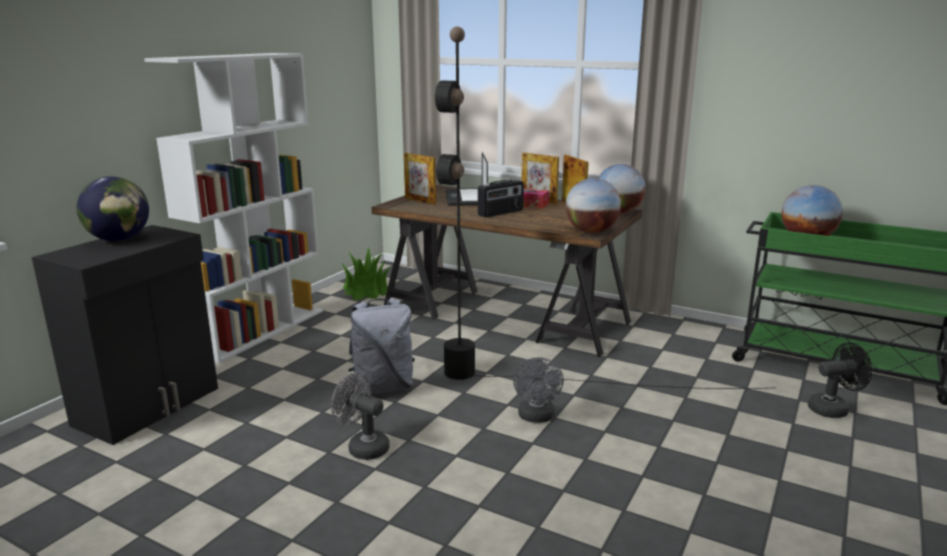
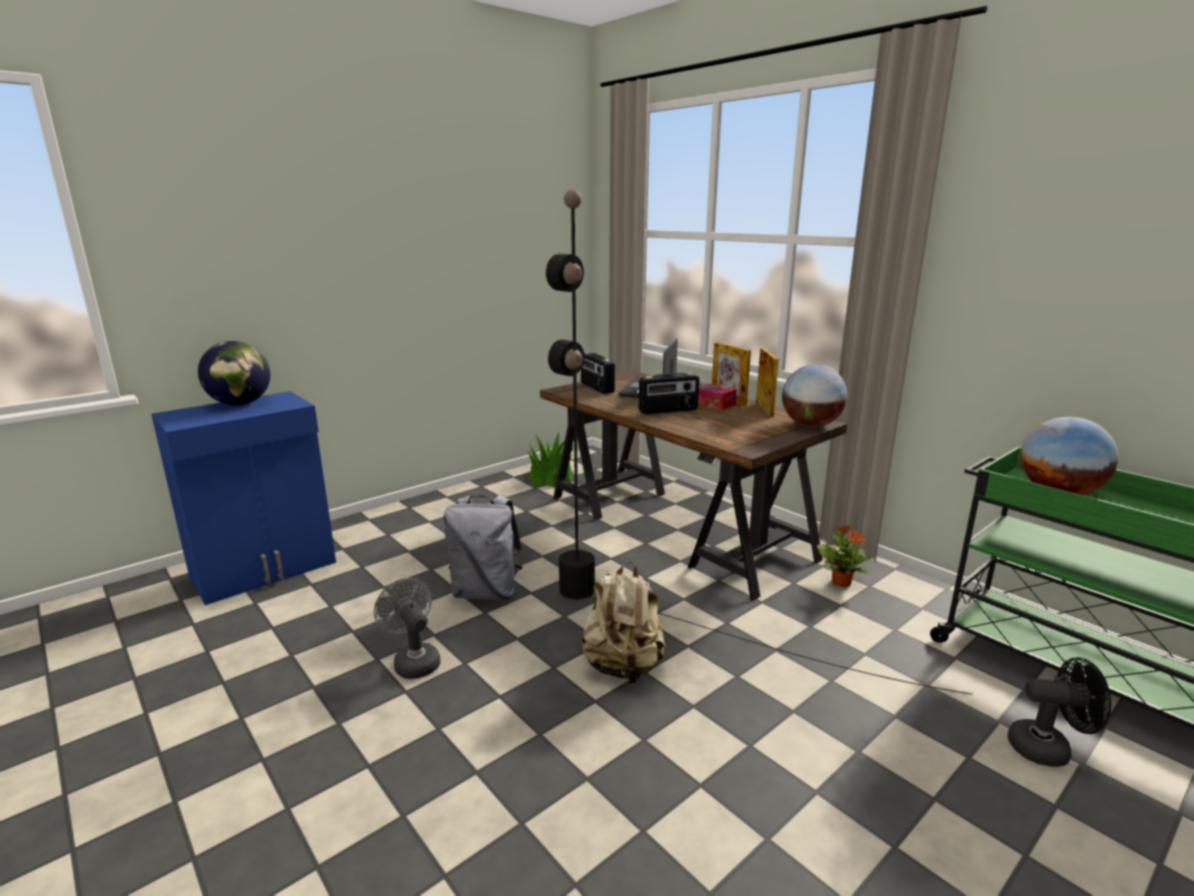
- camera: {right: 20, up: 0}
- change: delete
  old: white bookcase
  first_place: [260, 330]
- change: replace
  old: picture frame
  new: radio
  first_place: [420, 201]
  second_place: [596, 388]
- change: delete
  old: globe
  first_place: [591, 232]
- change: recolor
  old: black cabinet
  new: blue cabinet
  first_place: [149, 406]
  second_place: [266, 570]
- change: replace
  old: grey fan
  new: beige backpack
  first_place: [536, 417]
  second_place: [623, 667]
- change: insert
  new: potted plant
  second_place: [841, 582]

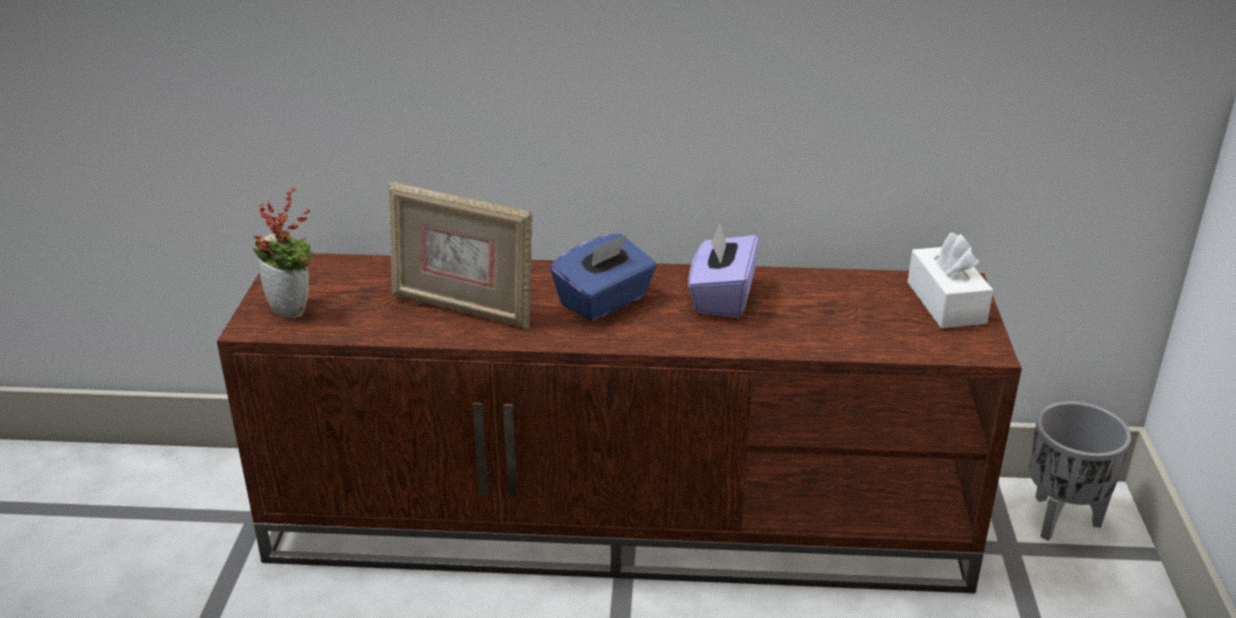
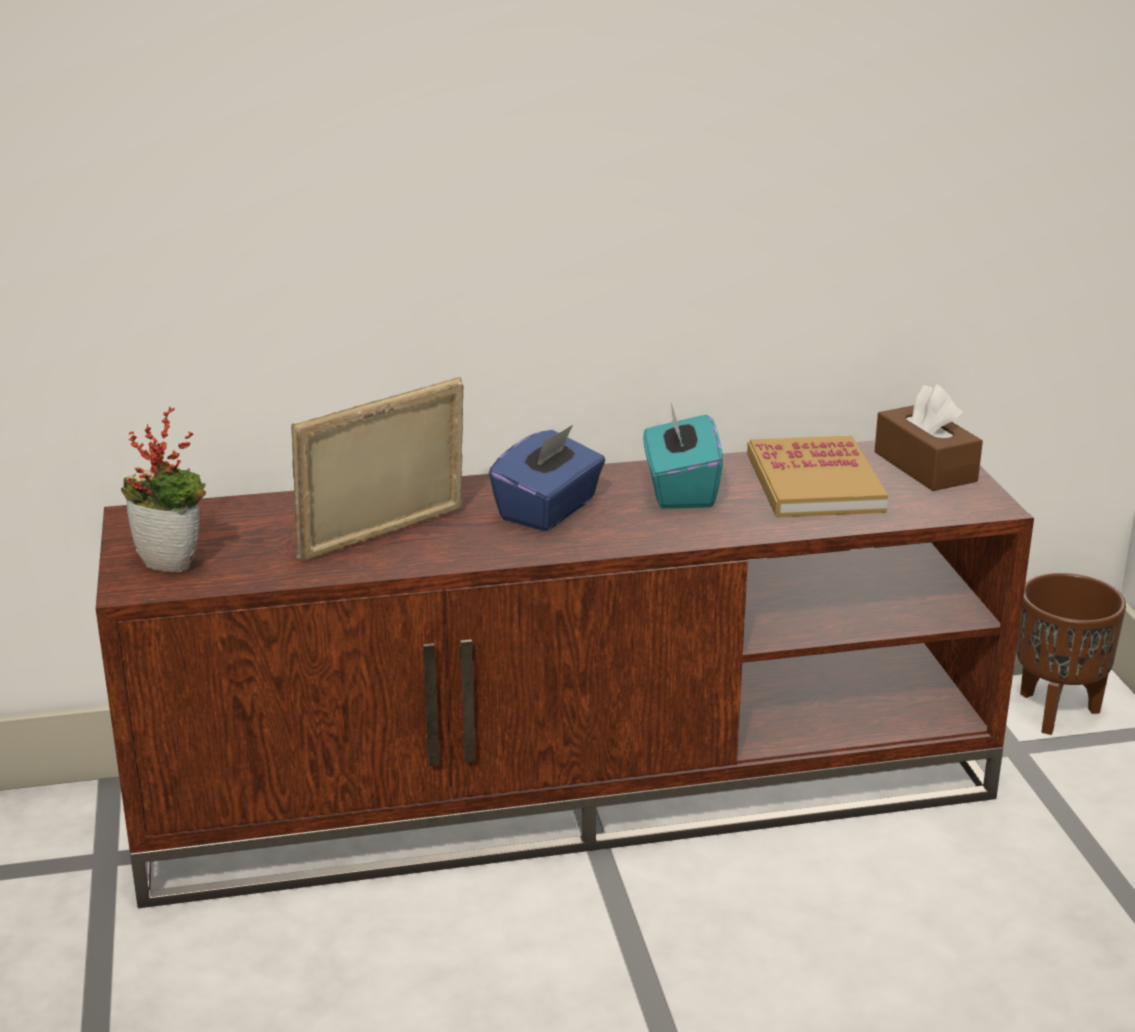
- camera: {right: -15, up: -5}
- change: rotate
  old: picture frame
  first_place: [463, 308]
  second_place: [385, 537]
  degrees: 135
- change: recolor
  old: purple tissue box
  new: turquoise tissue box
  first_place: [722, 297]
  second_place: [680, 490]
- change: recolor
  old: white tissue box
  new: brown tissue box
  first_place: [946, 303]
  second_place: [925, 466]
- change: recolor
  old: grey planter
  new: brown planter
  first_place: [1062, 520]
  second_place: [1057, 712]
- change: insert
  new: book
  second_place: [814, 483]

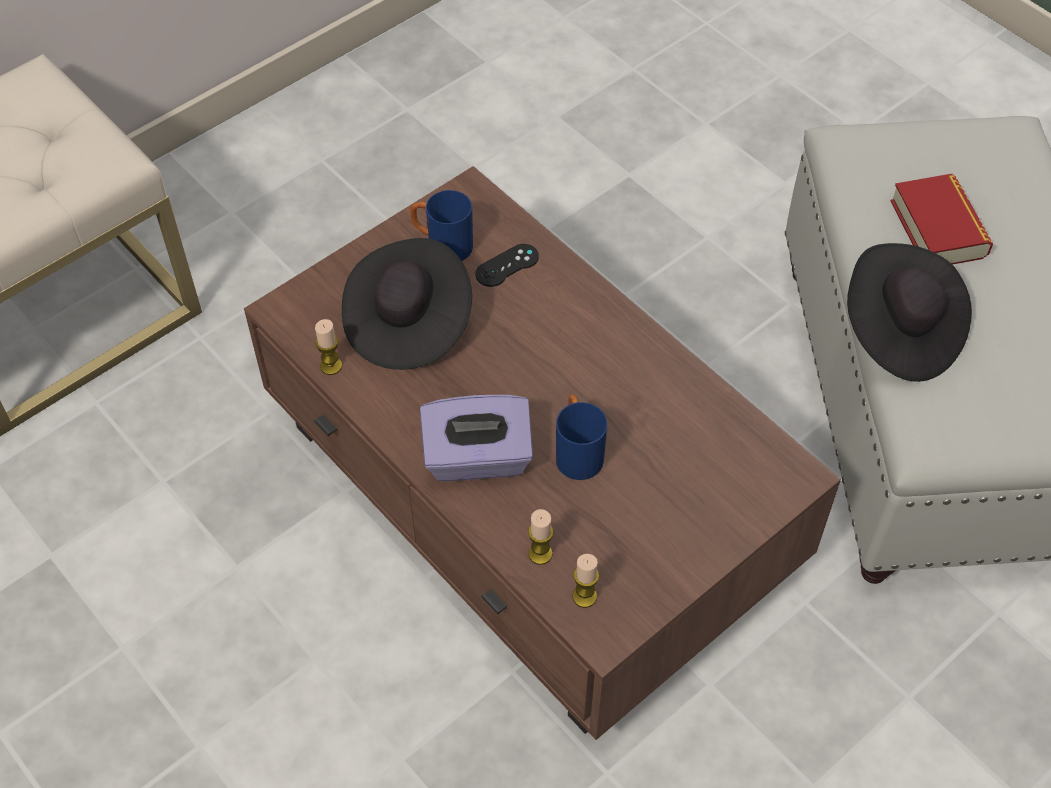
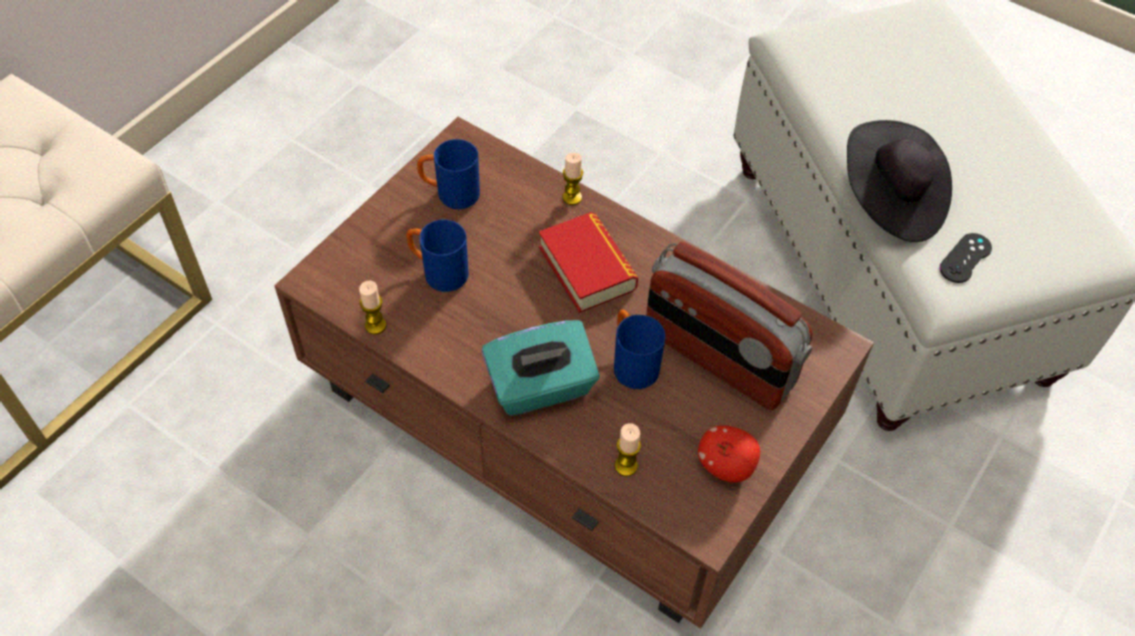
- camera: {right: -15, up: 0}
- change: move
  old: book
  first_place: [938, 229]
  second_place: [587, 268]
- change: replace
  old: black hat
  new: blue mug
  first_place: [408, 323]
  second_place: [438, 272]
- change: move
  old: black game controller
  first_place: [507, 265]
  second_place: [965, 258]
- change: recolor
  old: purple tissue box
  new: turquoise tissue box
  first_place: [477, 459]
  second_place: [541, 387]
- change: move
  old: candle
  first_place: [584, 596]
  second_place: [572, 197]
- change: insert
  new: radio
  second_place: [717, 358]
- change: insert
  new: apple
  second_place: [726, 466]

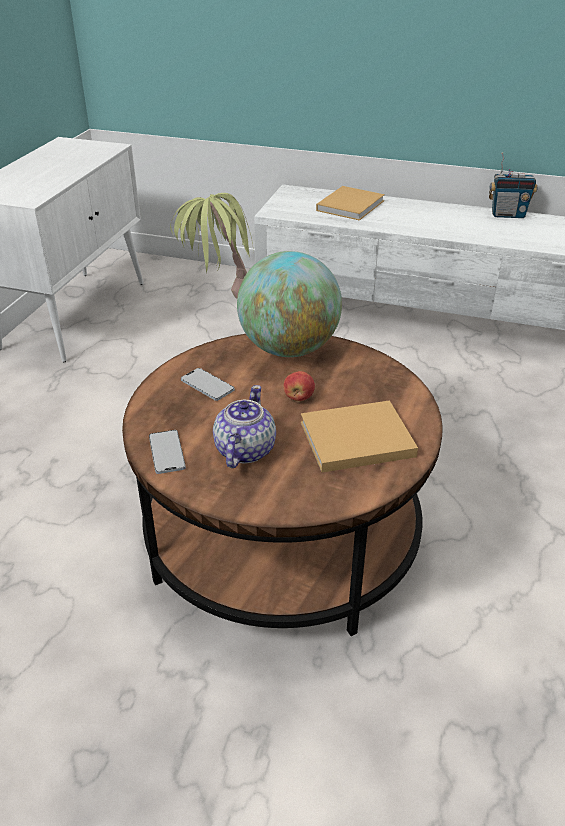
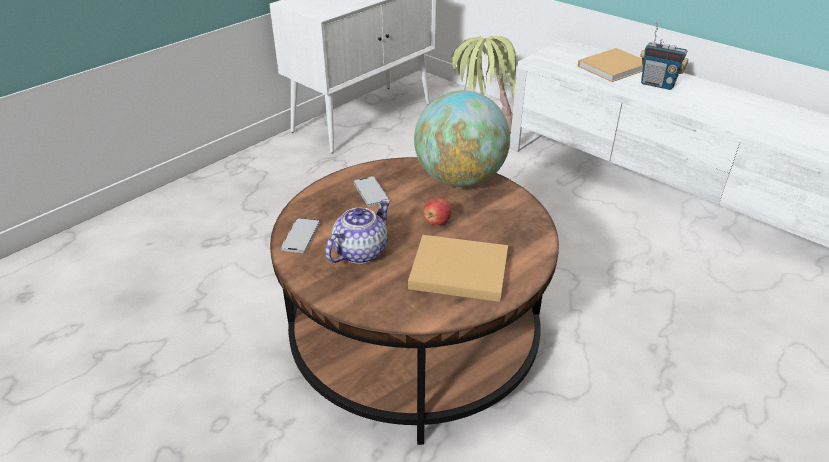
- camera: {right: 25, up: 0}
- change: move
  old: radio
  first_place: [507, 215]
  second_place: [657, 84]

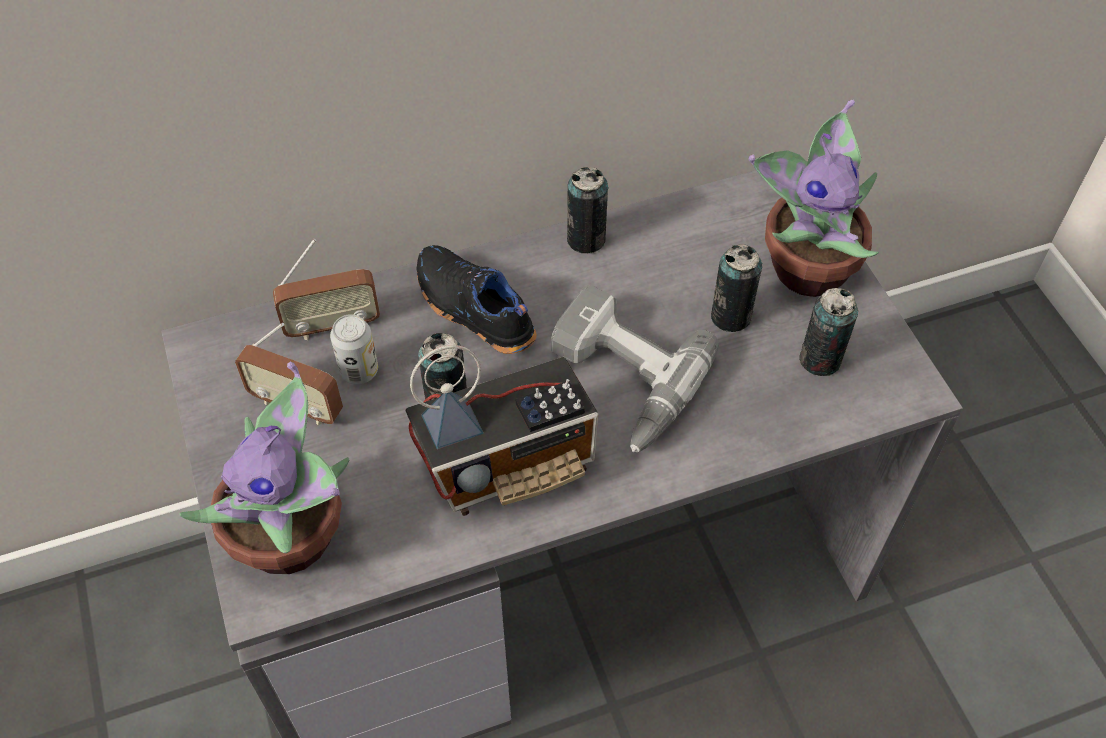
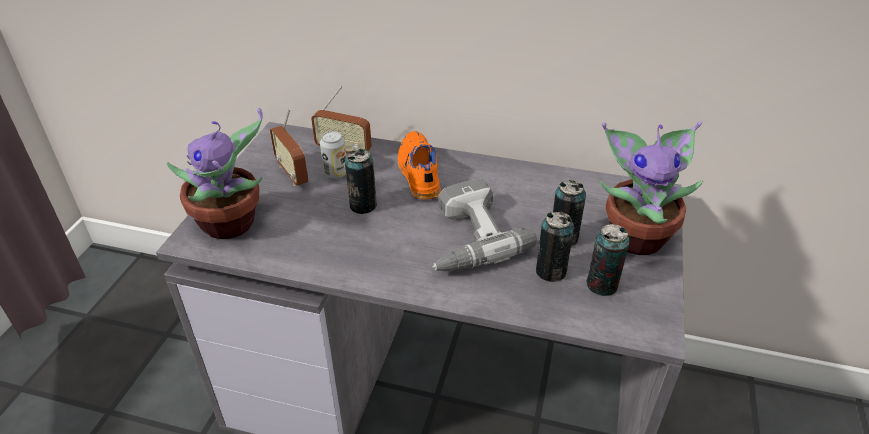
- camera: {right: 35, up: -15}
- change: move
  old: can
  first_place: [586, 239]
  second_place: [551, 271]
- change: recolor
  old: black shoe
  new: orange shoe
  first_place: [473, 311]
  second_place: [418, 174]
- change: delete
  old: radio
  first_place: [510, 463]

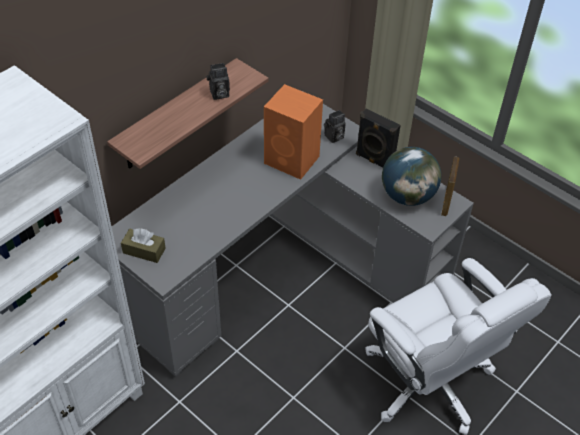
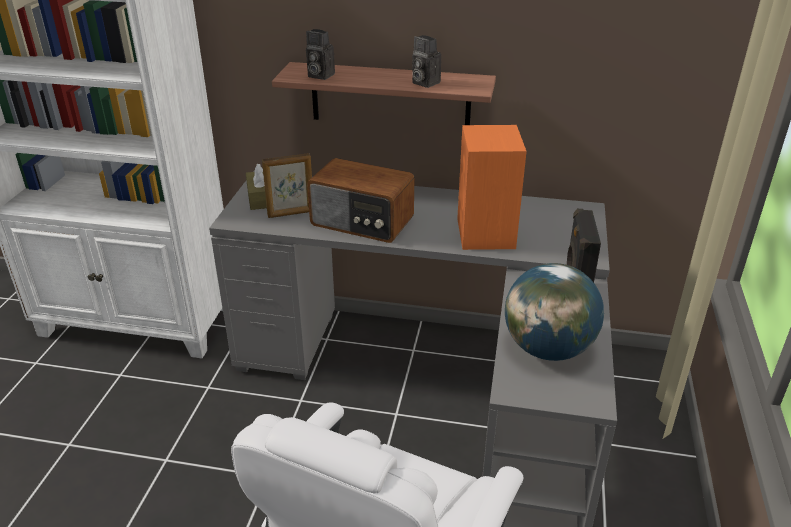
- camera: {right: 60, up: -15}
- change: move
  old: photo camera
  first_place: [334, 137]
  second_place: [319, 75]
- change: move
  old: picture frame
  first_place: [446, 203]
  second_place: [291, 214]
- change: insert
  new: radio
  second_place: [362, 222]

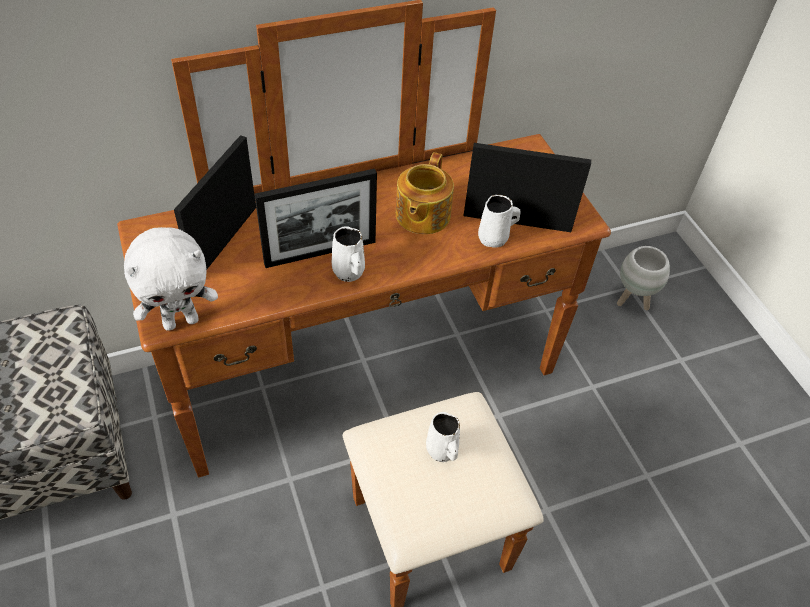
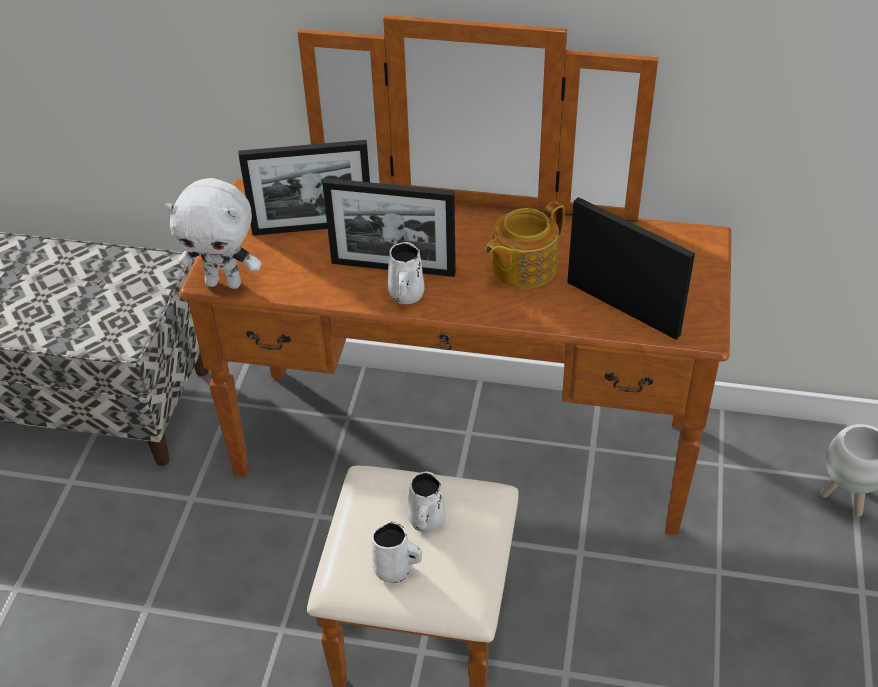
- camera: {right: 35, up: -5}
- change: rotate
  old: picture frame
  first_place: [225, 242]
  second_place: [313, 227]
  degrees: -150
- change: move
  old: white mug
  first_place: [494, 238]
  second_place: [395, 570]

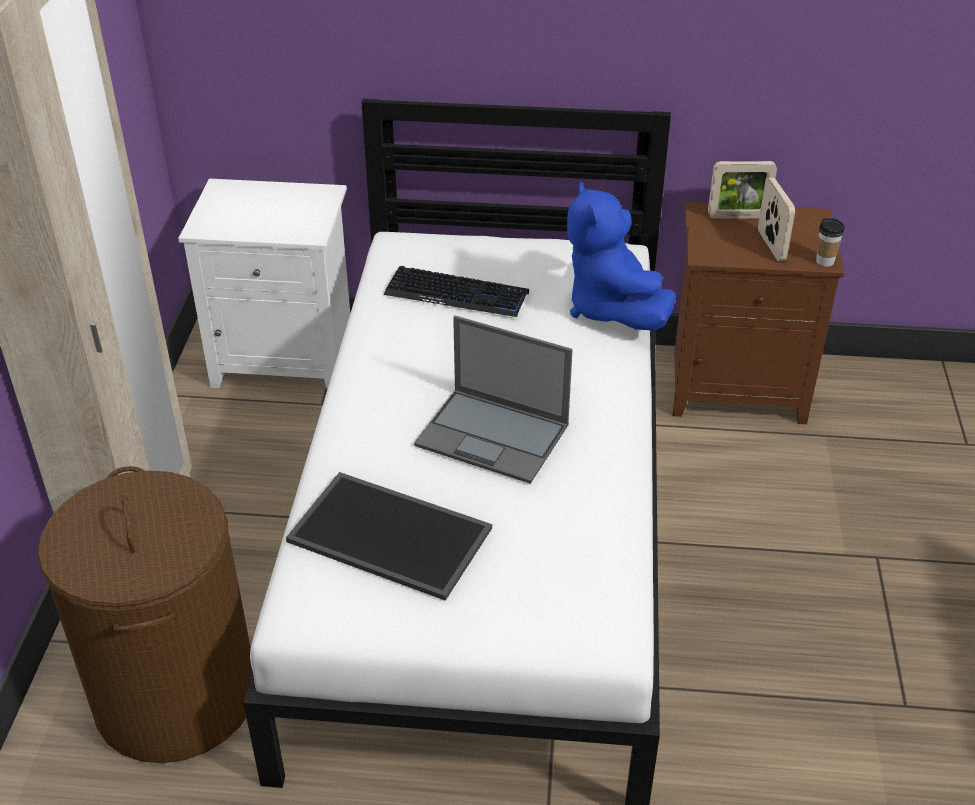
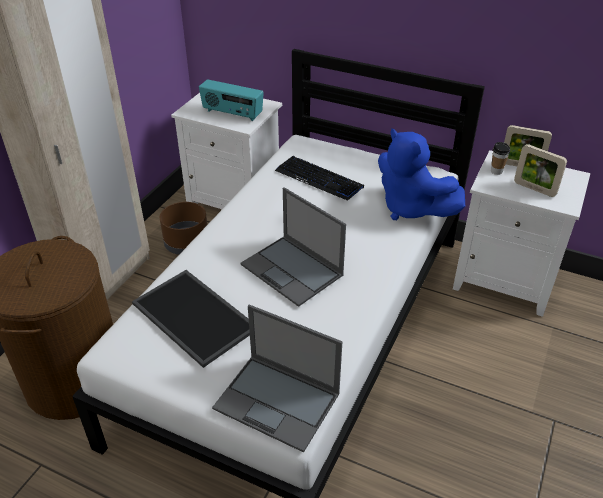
- camera: {right: 20, up: 0}
- change: rotate
  old: picture frame
  first_place: [771, 246]
  second_place: [534, 189]
  degrees: 120
- change: rotate
  old: blue plush toy
  first_place: [611, 309]
  second_place: [411, 208]
  degrees: -45
- change: recolor
  old: brown nightstand
  new: white nightstand
  first_place: [738, 386]
  second_place: [506, 280]
- change: move
  old: cup
  first_place: [825, 261]
  second_place: [496, 171]
- change: insert
  new: radio
  second_place: [232, 114]
- change: insert
  new: brown planter
  second_place: [186, 243]
- change: insert
  new: laptop
  second_place: [278, 401]

